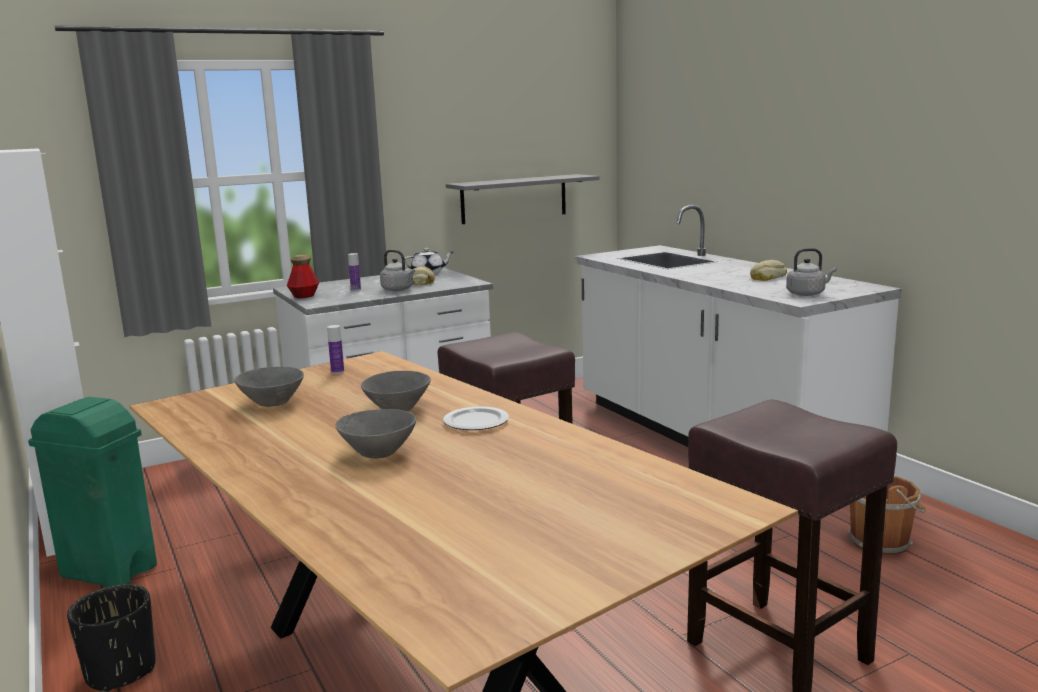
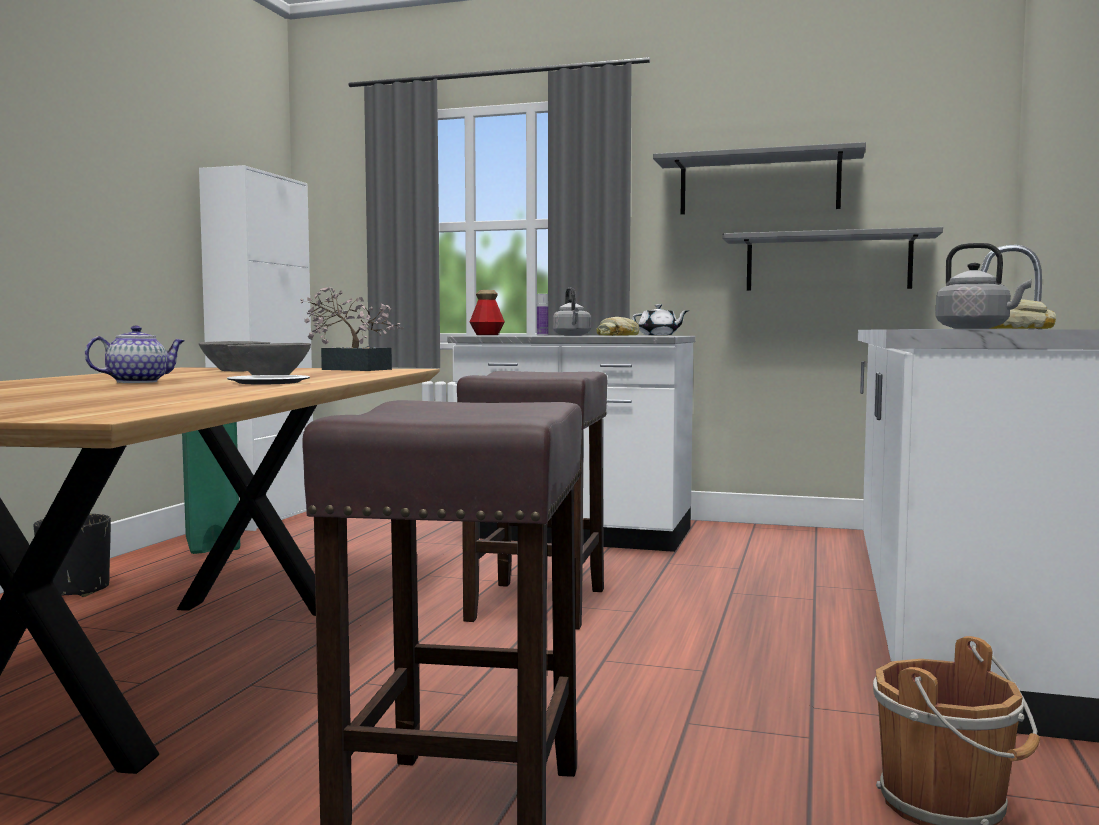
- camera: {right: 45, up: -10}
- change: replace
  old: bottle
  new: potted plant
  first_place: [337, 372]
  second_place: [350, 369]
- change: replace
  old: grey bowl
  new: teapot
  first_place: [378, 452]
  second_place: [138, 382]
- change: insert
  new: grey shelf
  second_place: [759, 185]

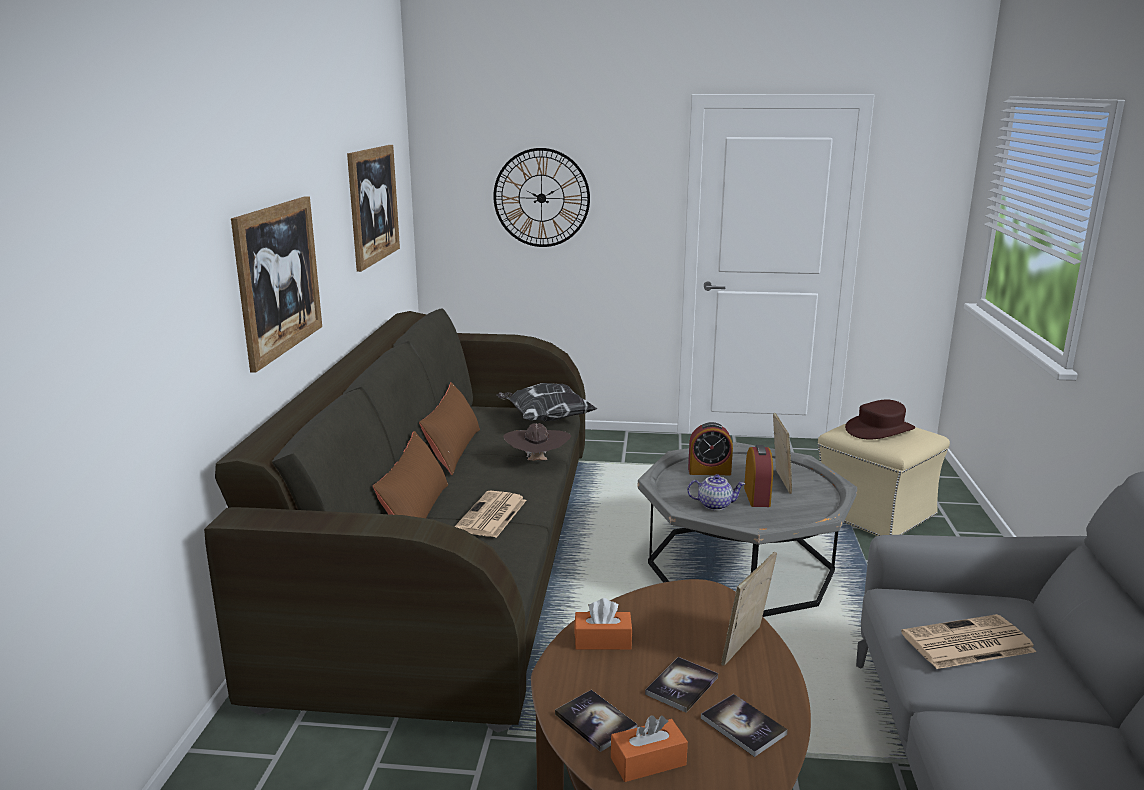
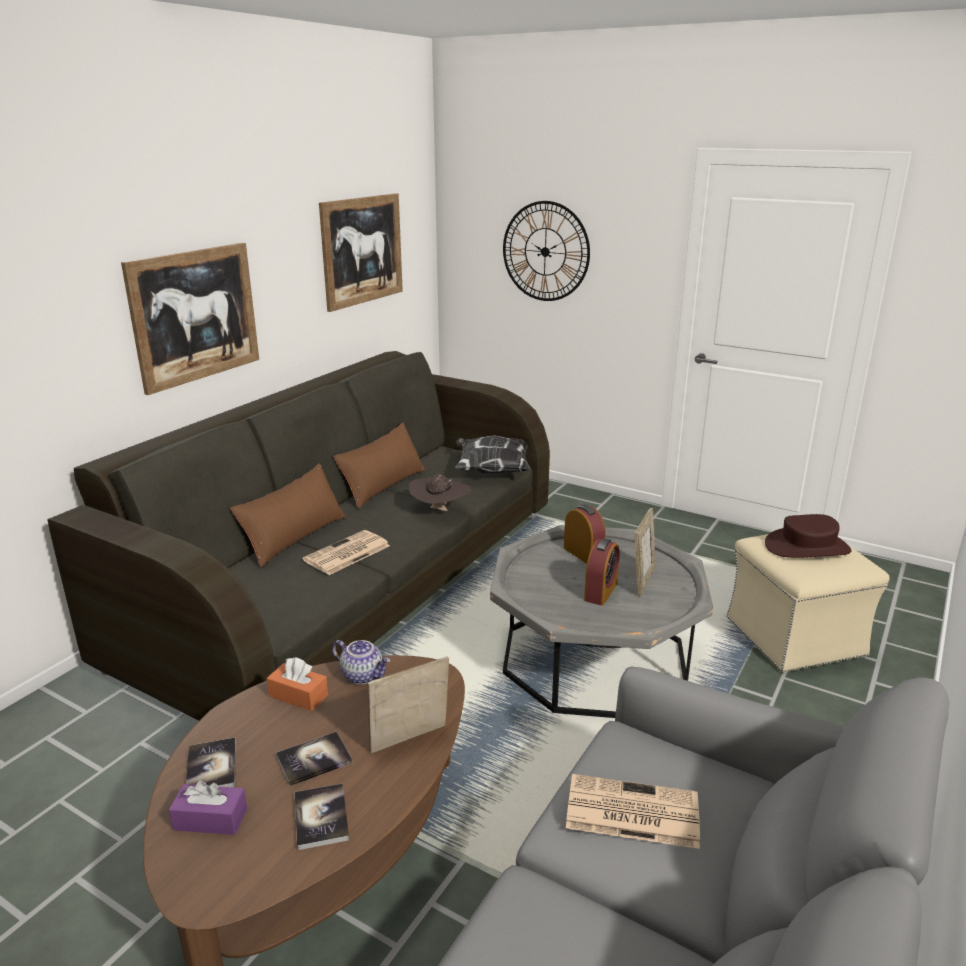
- camera: {right: 25, up: 5}
- change: rotate
  old: alarm clock
  first_place: [709, 471]
  second_place: [583, 554]
  degrees: -150
- change: move
  old: teapot
  first_place: [715, 505]
  second_place: [363, 675]
- change: recolor
  old: orange tissue box
  new: purple tissue box
  first_place: [648, 761]
  second_place: [210, 819]

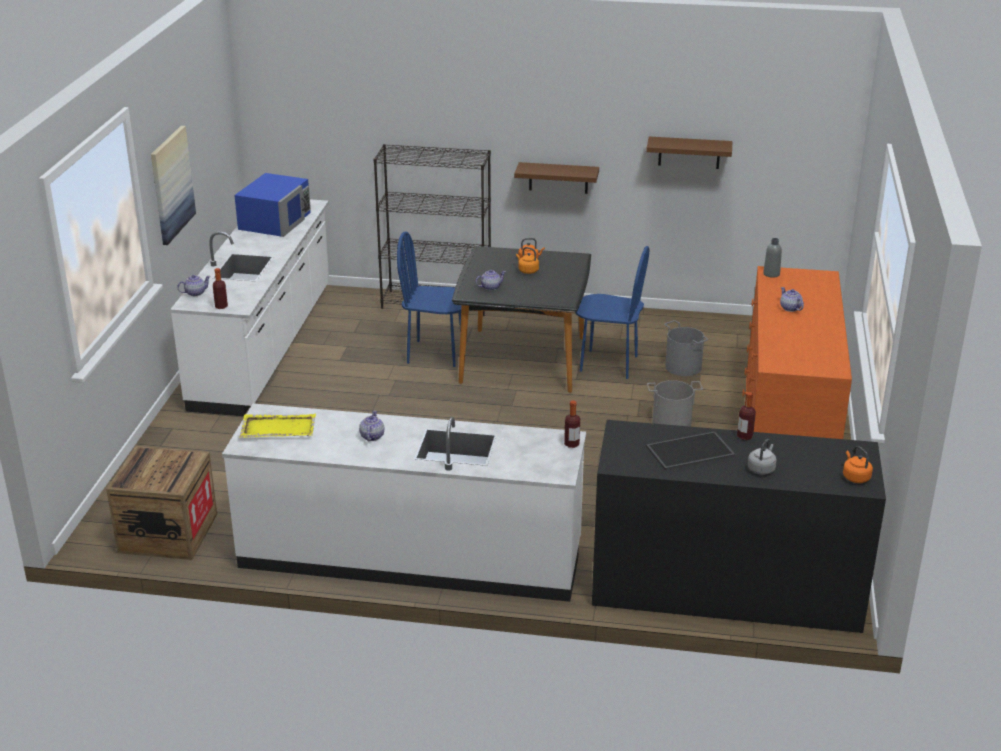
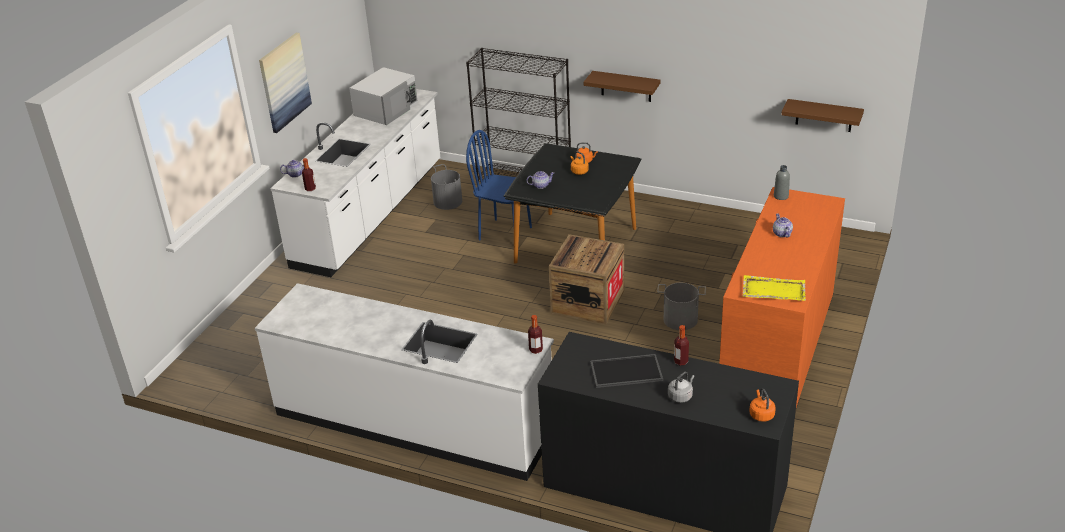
- camera: {right: 15, up: 5}
- change: move
  old: brown shelf
  first_place: [689, 152]
  second_place: [824, 115]
- change: recolor
  old: blue microwave
  new: white microwave
  first_place: [275, 221]
  second_place: [386, 109]
- change: delete
  old: blue chair
  first_place: [608, 364]
- change: move
  old: grey bucket
  first_place: [683, 366]
  second_place: [448, 201]
- change: delete
  old: teapot
  first_place: [371, 436]
- change: move
  old: yellow tray
  first_place: [277, 428]
  second_place: [773, 290]
- change: move
  old: crate
  first_place: [168, 533]
  second_place: [588, 302]

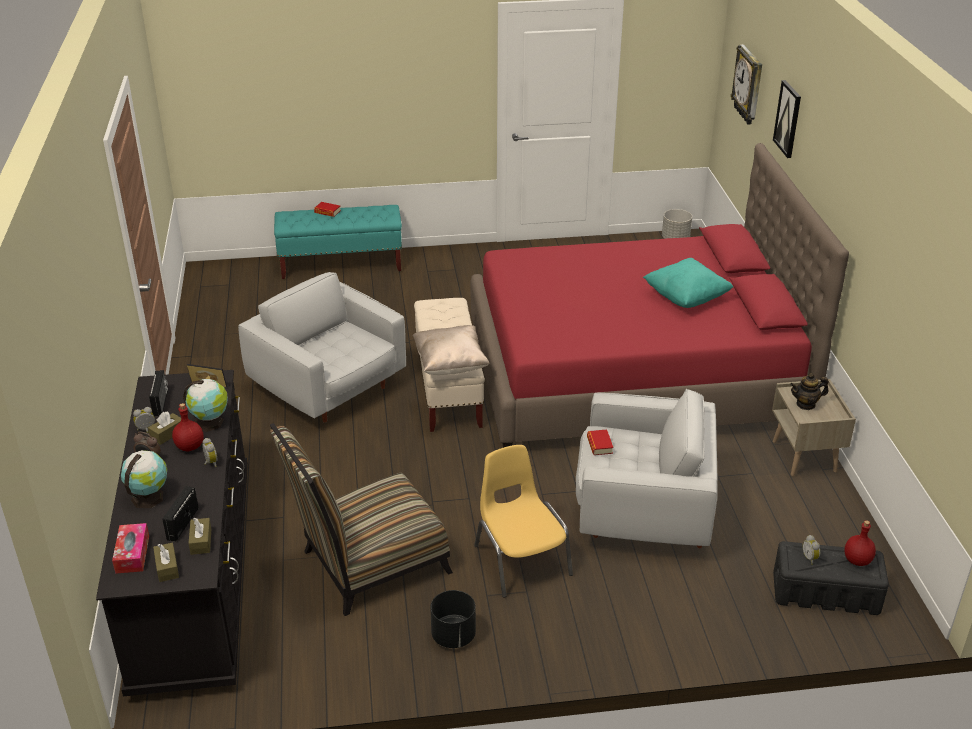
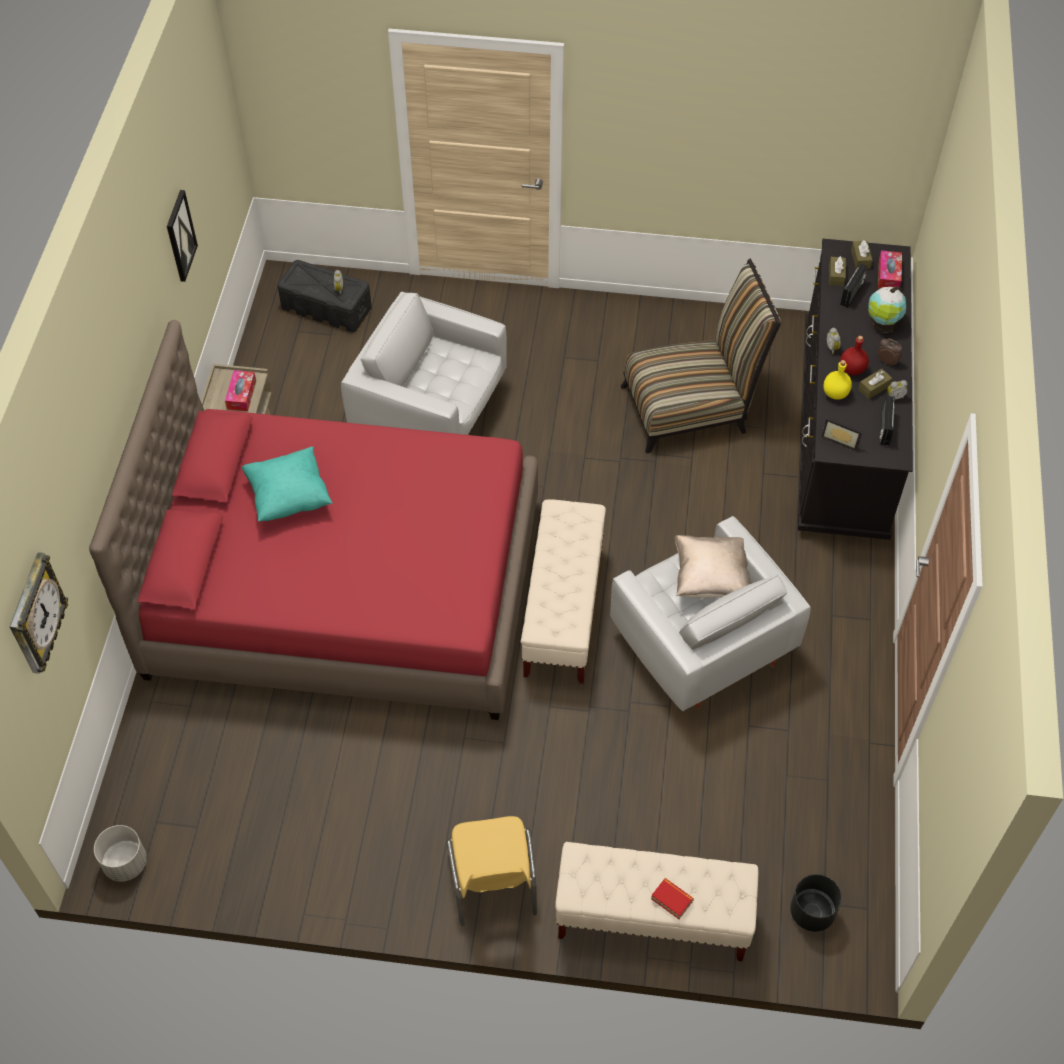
- camera: {right: -165, up: 20}
- change: move
  old: picture
  first_place: [788, 119]
  second_place: [180, 235]
- change: recolor
  old: turquoise bench
  new: beige bench
  first_place: [341, 264]
  second_place: [652, 918]
- change: move
  old: beige pillow
  first_place: [450, 365]
  second_place: [710, 578]
- change: replace
  old: teapot
  new: tissue box
  first_place: [806, 404]
  second_place: [241, 395]
- change: replace
  old: globe
  new: yellow bottle
  first_place: [210, 422]
  second_place: [835, 394]
- change: delete
  old: book
  first_place: [599, 445]
- change: move
  old: yellow chair
  first_place: [521, 559]
  second_place: [492, 882]
- change: delete
  old: red bottle
  first_place: [857, 561]
- change: move
  old: black planter
  first_place: [454, 636]
  second_place: [811, 912]

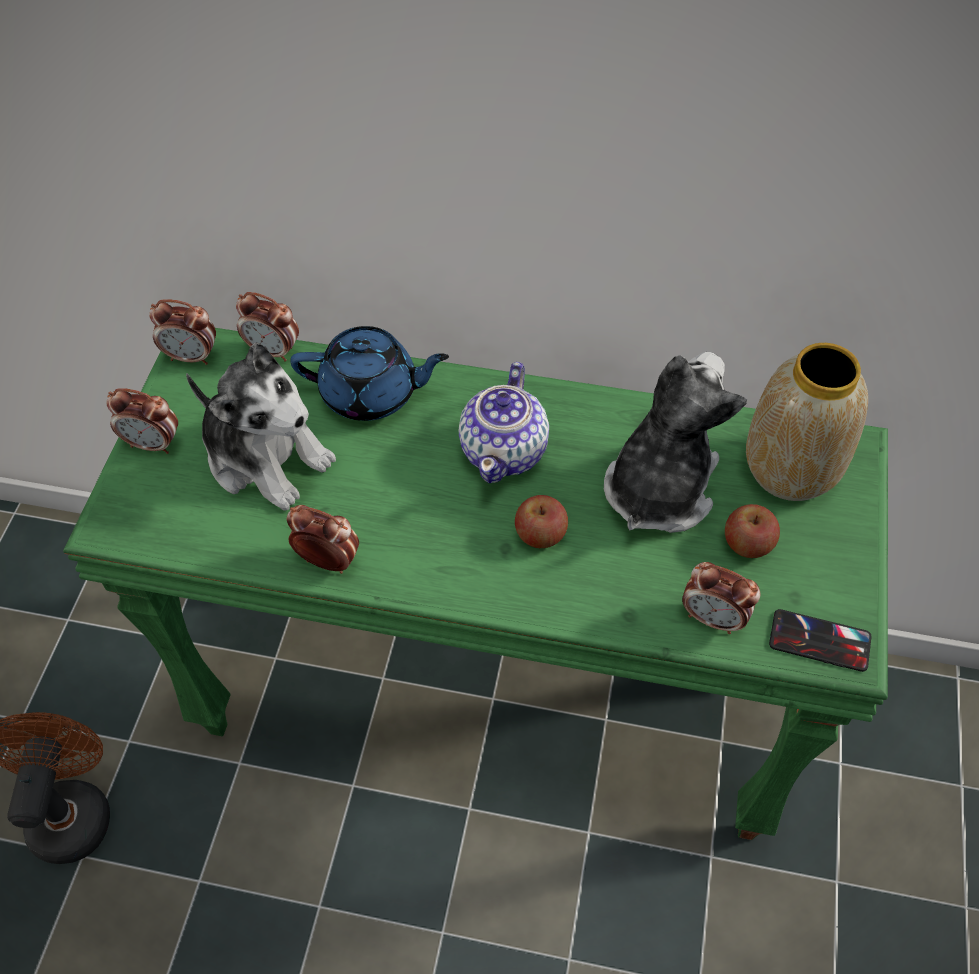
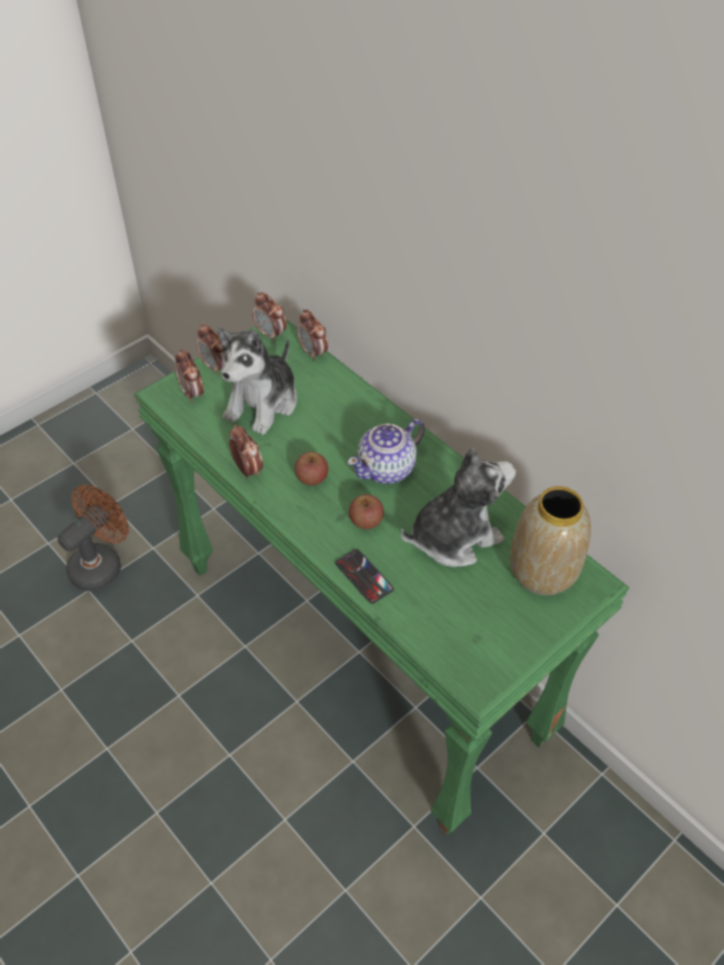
- camera: {right: 35, up: -5}
- change: delete
  old: blue teapot
  first_place: [371, 393]
- change: rotate
  old: plush toy
  first_place: [267, 457]
  second_place: [263, 403]
  degrees: 45
- change: move
  old: apple
  first_place: [747, 543]
  second_place: [311, 478]
- change: move
  old: alarm clock
  first_place: [713, 618]
  second_place: [192, 393]
- change: move
  old: phone
  first_place: [819, 641]
  second_place: [364, 576]

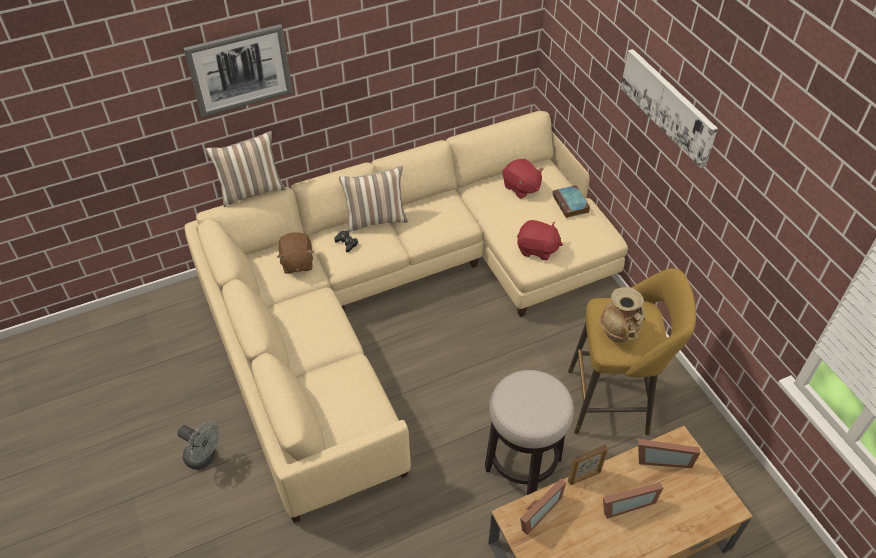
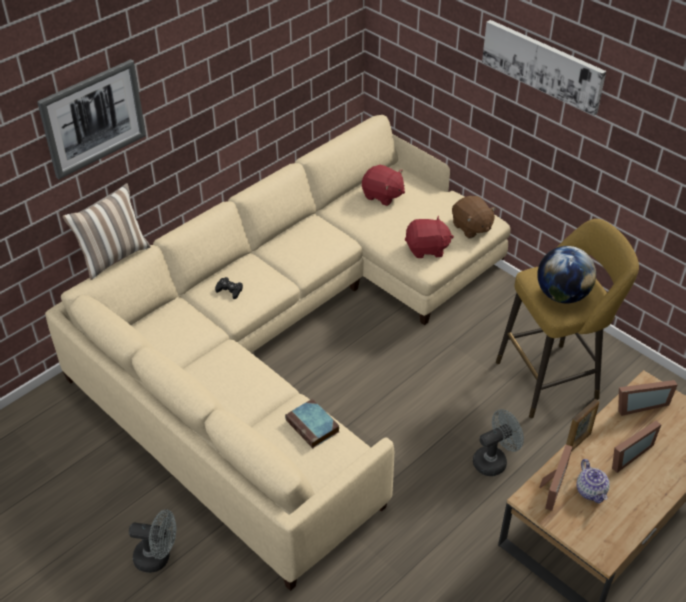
- camera: {right: -20, up: -5}
- change: delete
  old: pillow
  first_place: [375, 219]
- change: move
  old: book
  first_place: [571, 204]
  second_place: [313, 426]
- change: move
  old: brown plush toy
  first_place: [297, 263]
  second_place: [471, 227]
- change: replace
  old: beige vase
  new: globe
  first_place: [619, 333]
  second_place: [562, 295]
- change: replace
  old: stool
  new: grey fan
  first_place: [522, 463]
  second_place: [494, 460]
- change: insert
  new: teapot
  second_place: [591, 491]

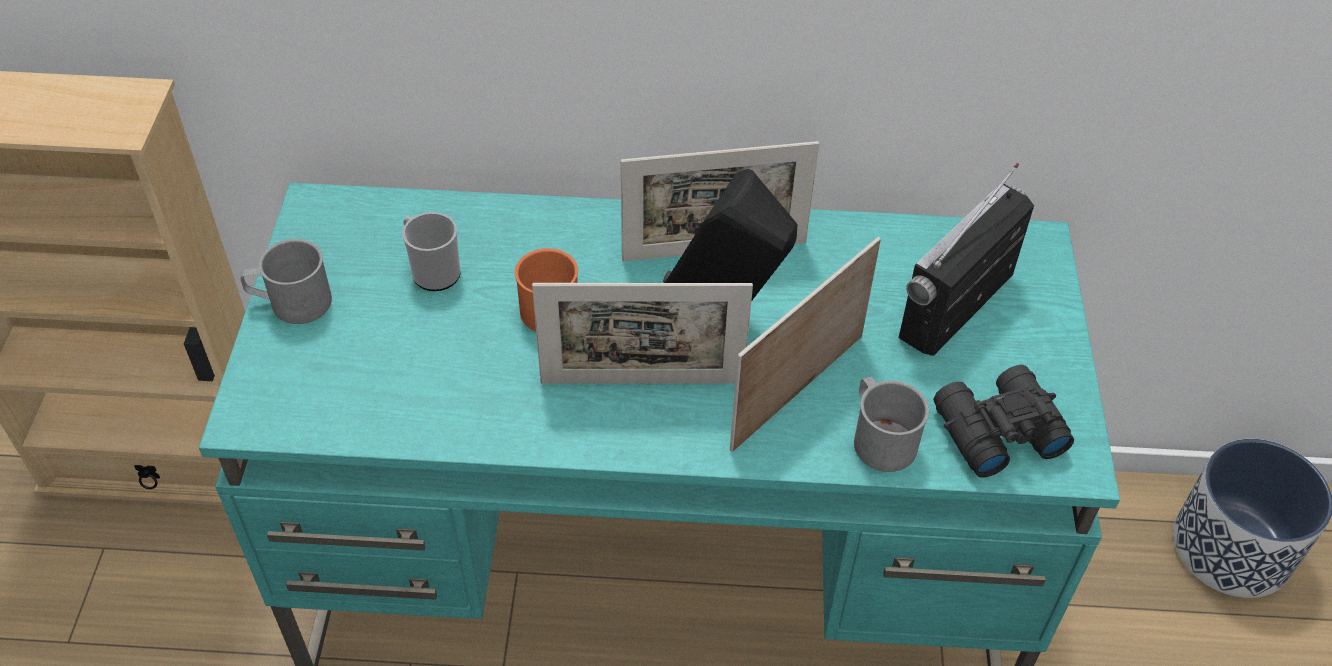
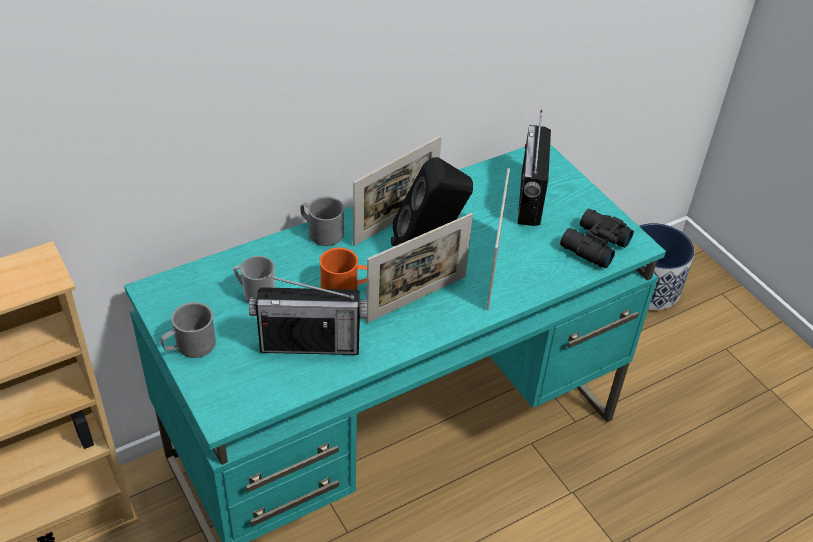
- camera: {right: -35, up: -5}
- change: move
  old: grey mug
  first_place: [880, 437]
  second_place: [321, 232]
- change: insert
  new: radio
  second_place: [310, 344]

